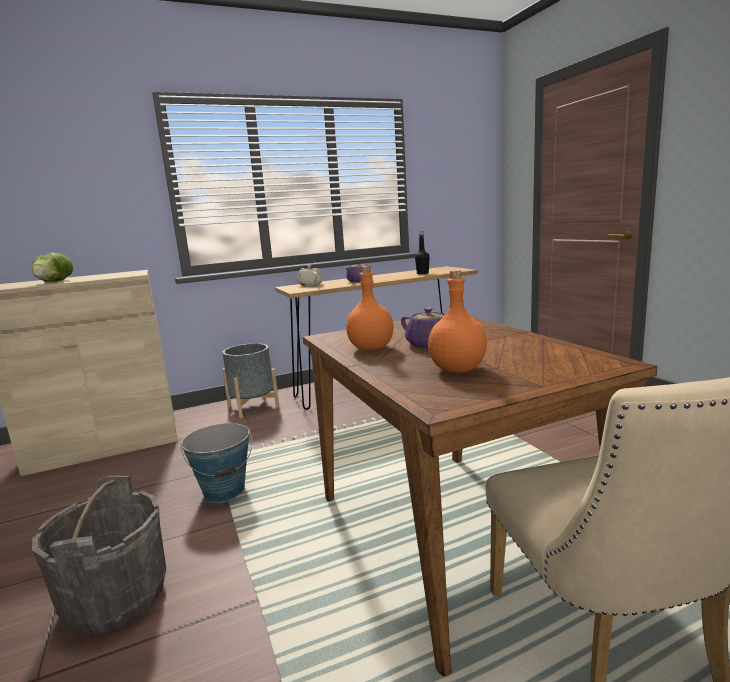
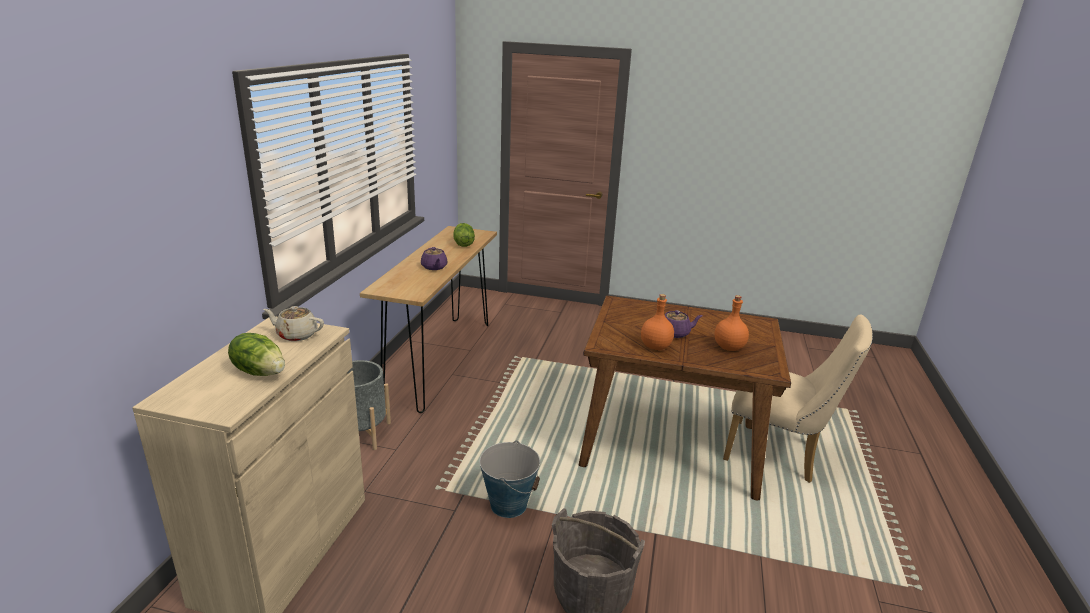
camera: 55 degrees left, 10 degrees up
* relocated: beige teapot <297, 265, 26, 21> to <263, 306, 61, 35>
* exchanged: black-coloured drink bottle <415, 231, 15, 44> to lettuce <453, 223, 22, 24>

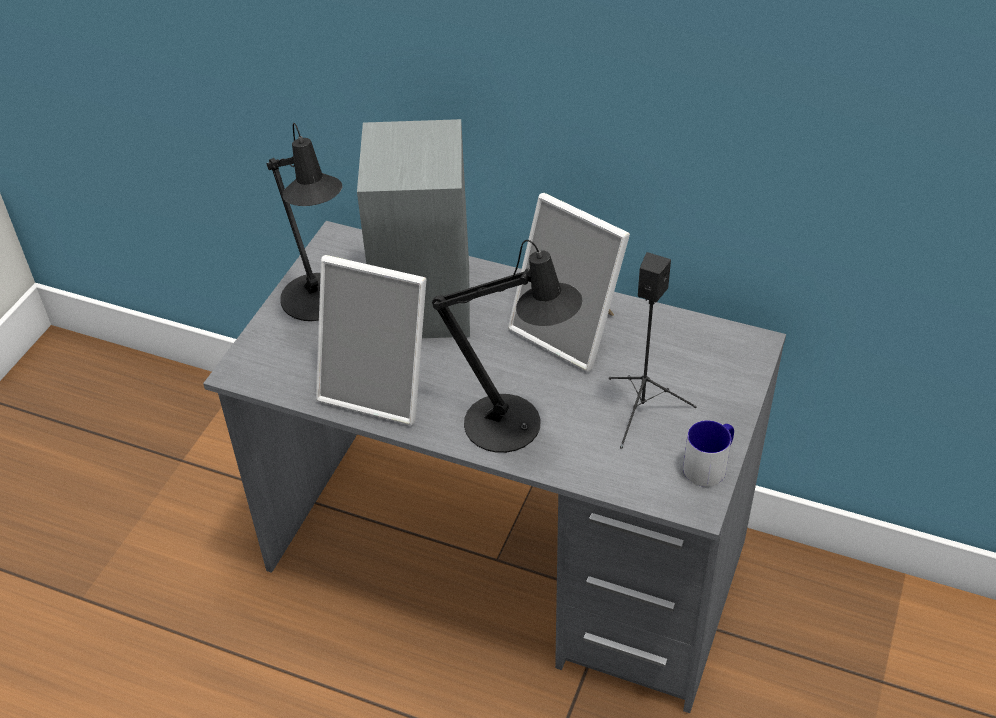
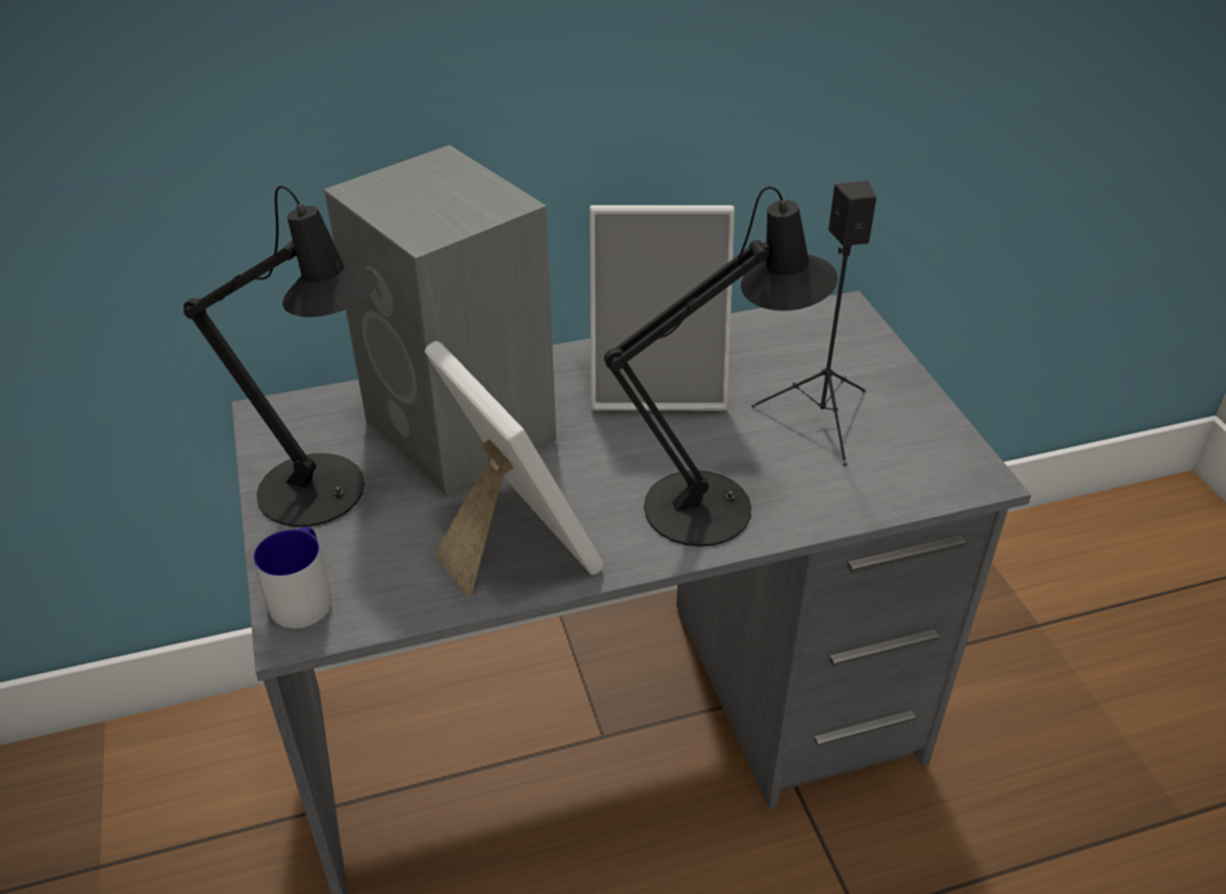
camera: 40 degrees left, 5 degrees down
* relocated: coffee mug <683, 420, 51, 67> to <254, 527, 78, 102>
* spun: photo frame <316, 255, 110, 170> = <424, 341, 180, 257> 105 degrees counterclockwise

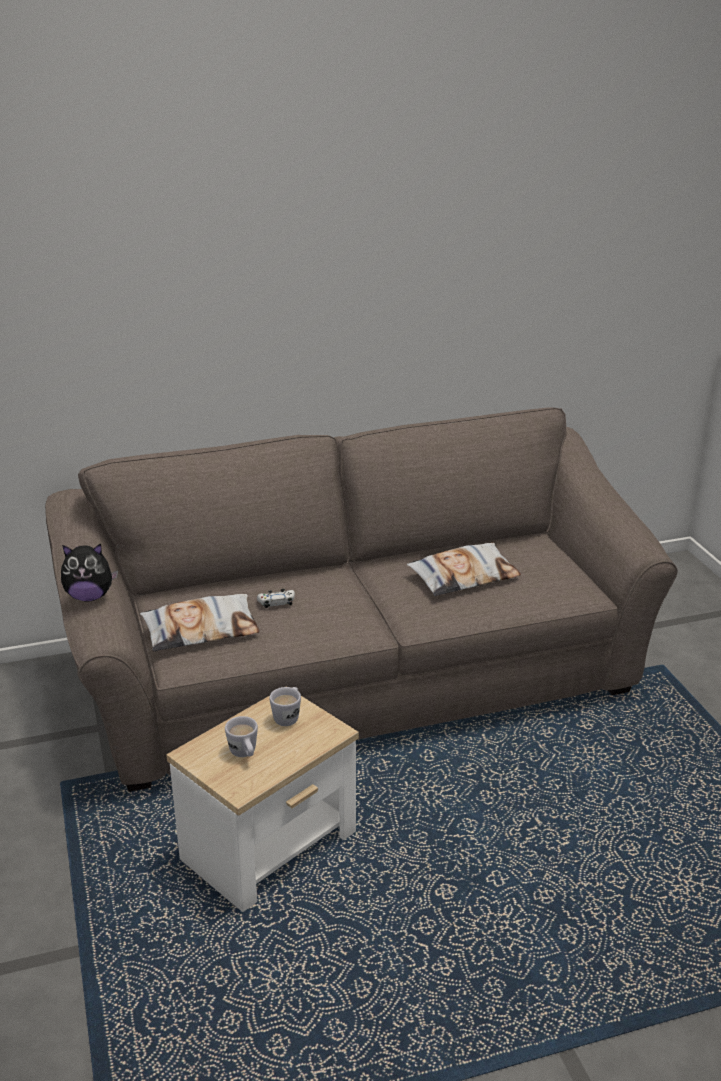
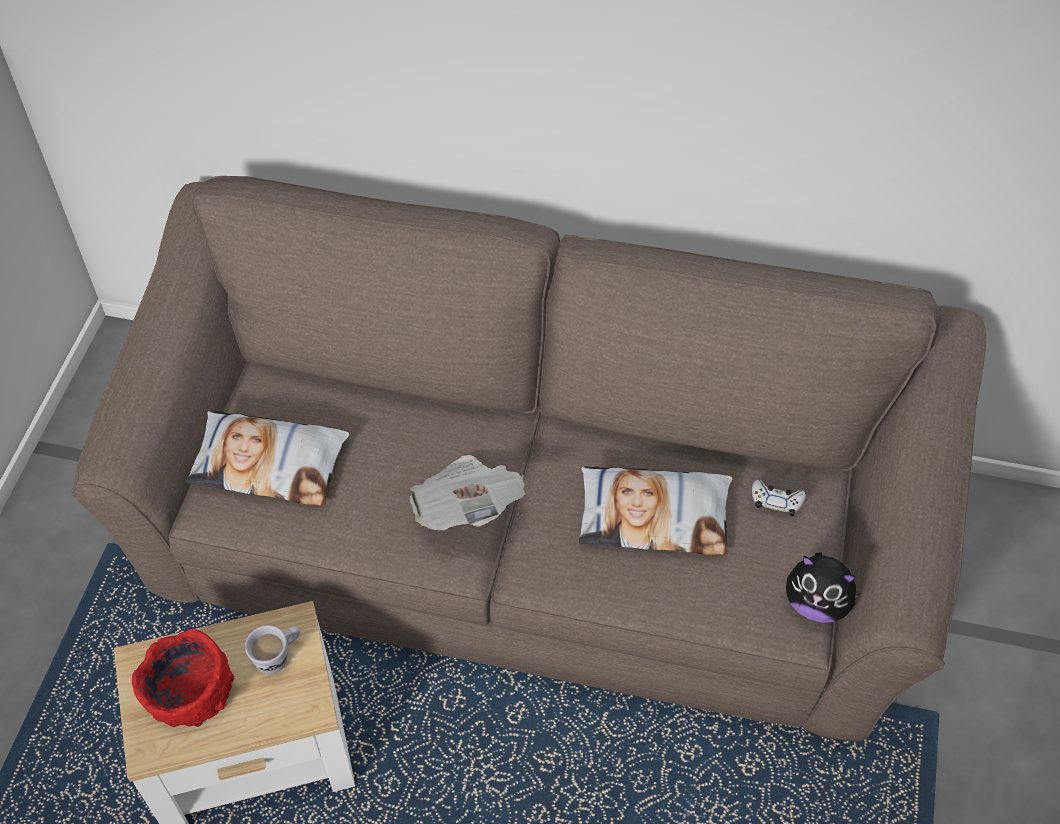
camera: 30 degrees right, 25 degrees up
* exchanged: white-coloured coffee mug <225, 716, 33, 41> to reddish serving bowl <132, 629, 103, 98>
* appeared: newspaper <409, 455, 116, 75>
* relocated: white-coloured gamepad <257, 589, 38, 19> to <752, 480, 54, 37>
* relocated: plush toy <61, 544, 57, 58> to <786, 552, 76, 71>

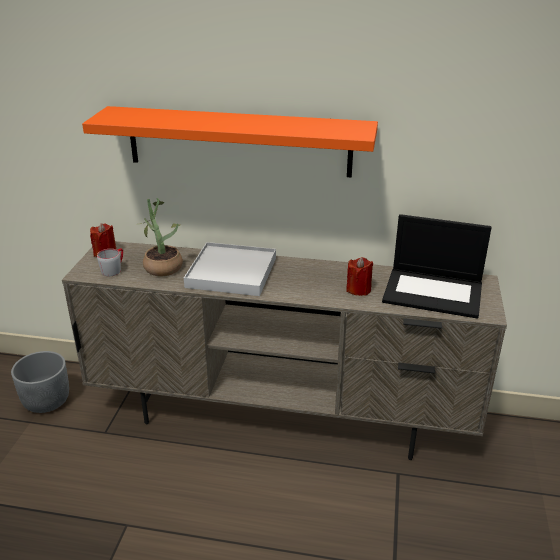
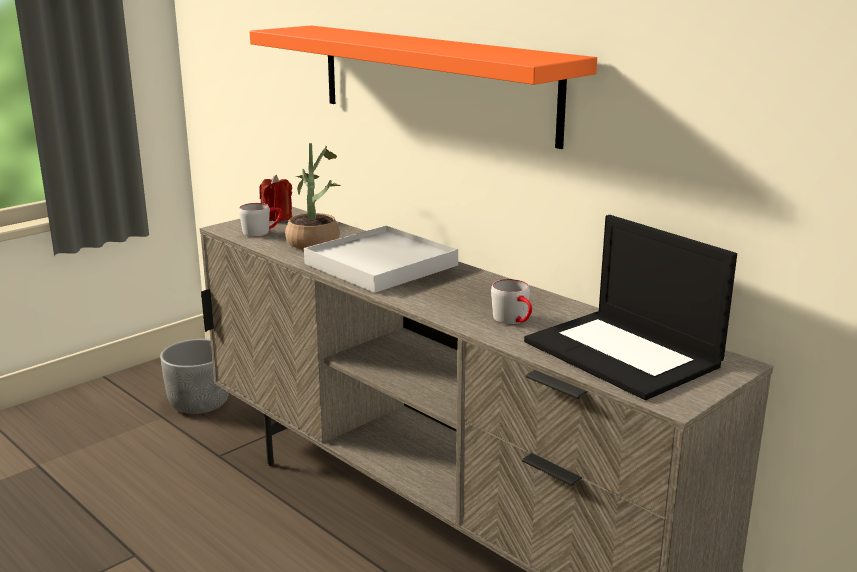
camera: 35 degrees right, 10 degrees down
* exchanged: reddish wax candle <346, 257, 27, 39> to greyish coffee mug <491, 279, 41, 45>

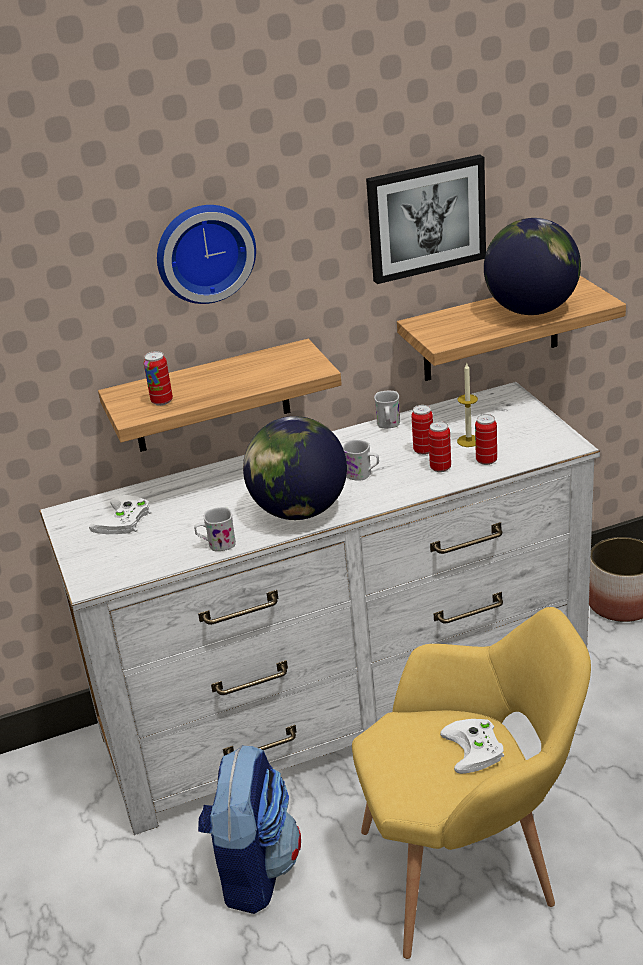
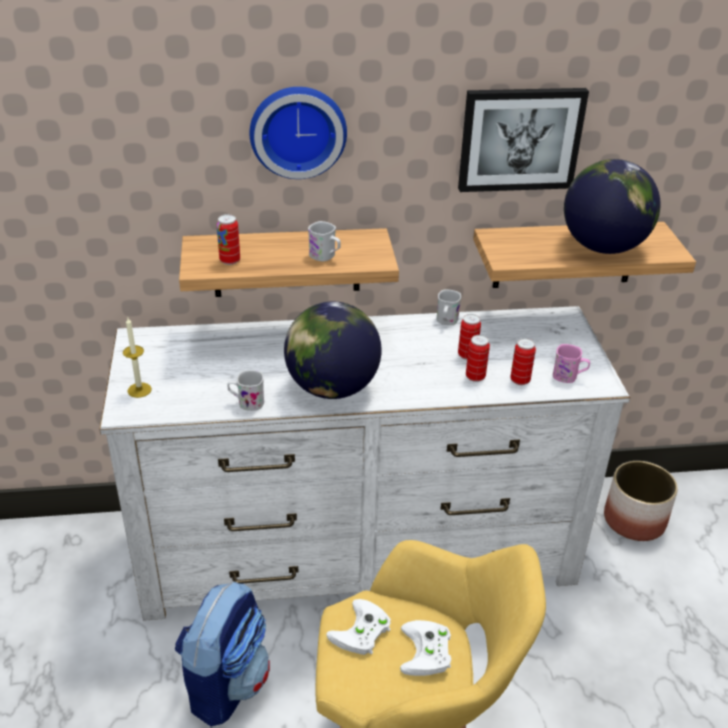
camera: 10 degrees right, 5 degrees up
* relocated: wax candle <457, 363, 21, 84> to <123, 318, 29, 80>
* relocated: white-coloured coffee mug <343, 440, 36, 40> to <308, 221, 33, 40>
* relocated: white-coloured gamepad <89, 495, 62, 39> to <326, 599, 65, 56>
* appeared: pink-coloured coffee mug <553, 344, 37, 39>

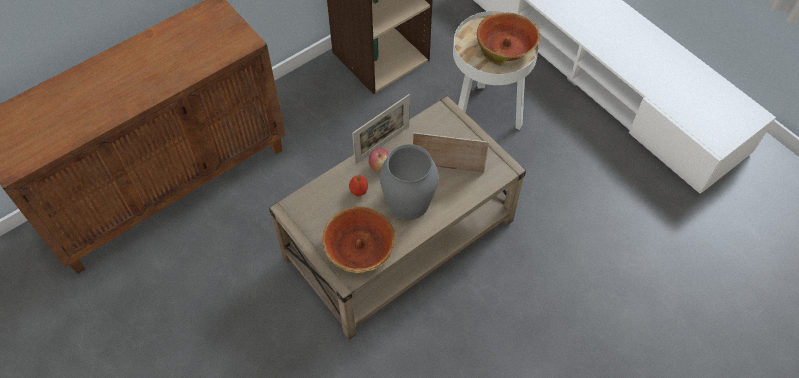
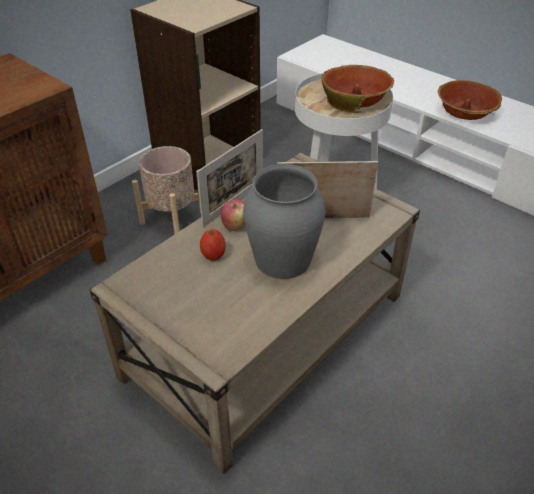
camera: 10 degrees left, 15 degrees down
* appeared: beige plant pot <132, 146, 69, 88>
* relocated: serving bowl <322, 206, 73, 67> to <438, 80, 64, 40>

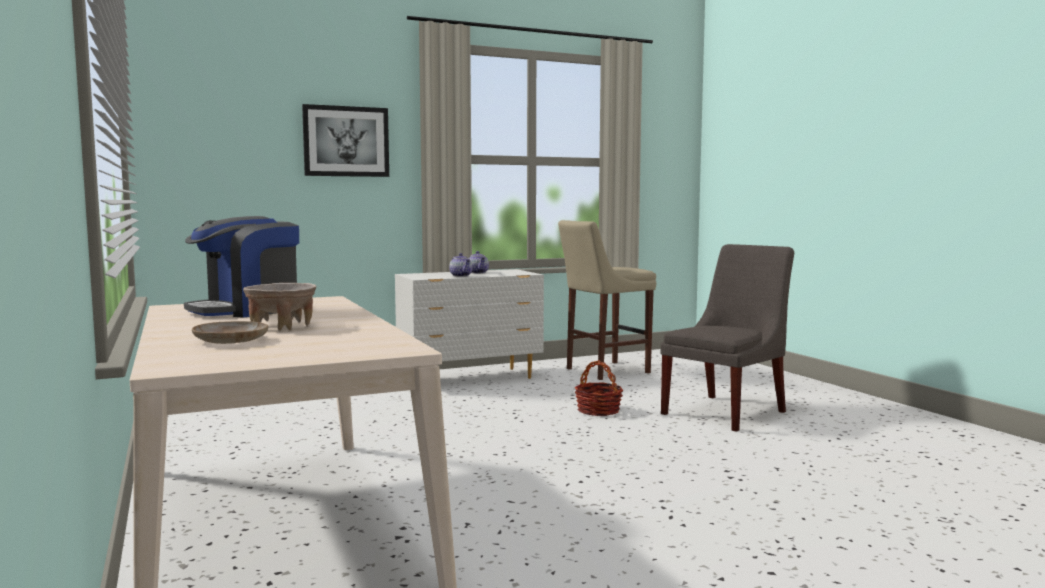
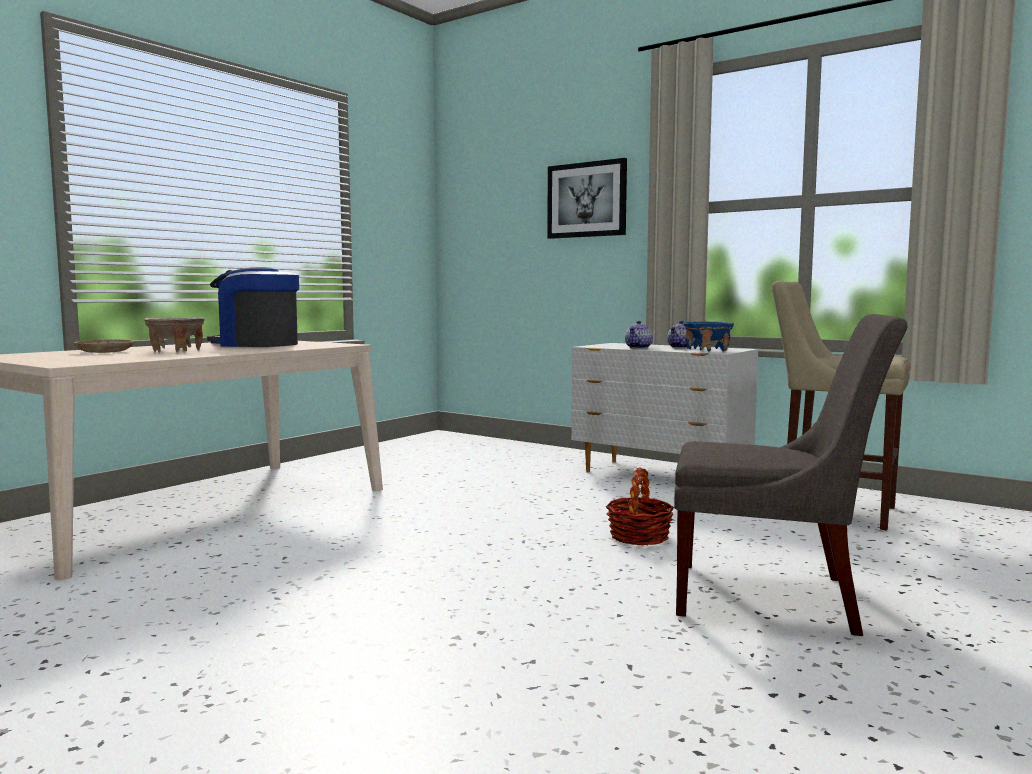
camera: 60 degrees right, 0 degrees up
* appeared: blue serving bowl <683, 321, 51, 30>

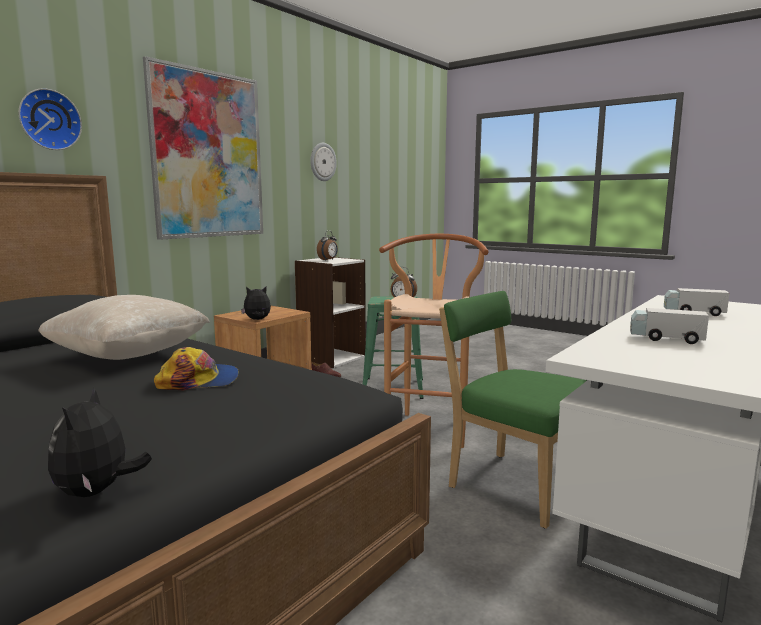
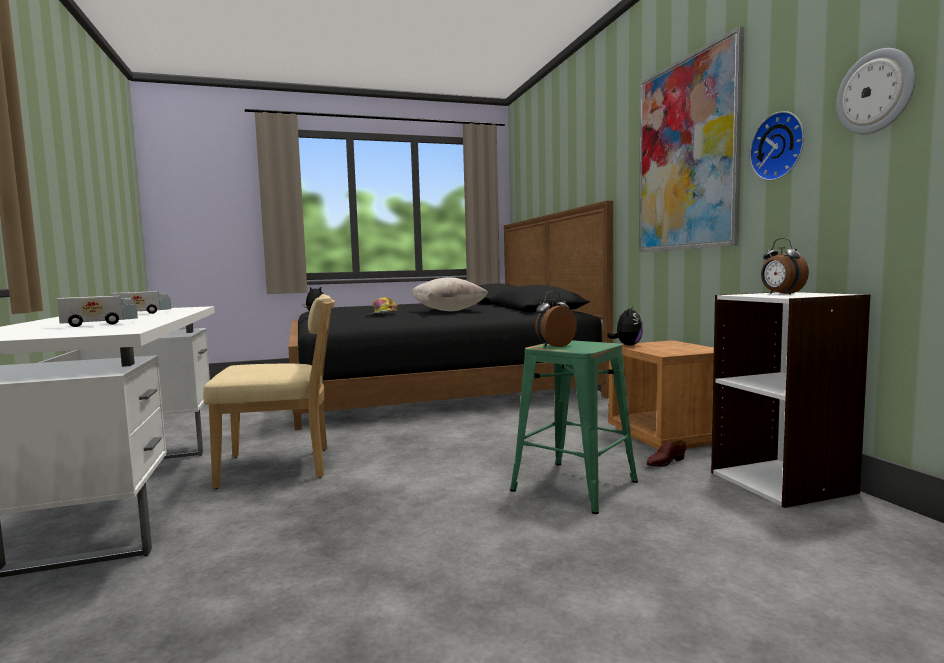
camera: 125 degrees right, 5 degrees down
* colour: green chair <439, 291, 148, 238> to beige chair <203, 294, 132, 195>
* relocated: hanging clock <19, 88, 63, 62> to <750, 111, 54, 70>
* missing: brown stool <379, 234, 110, 214>

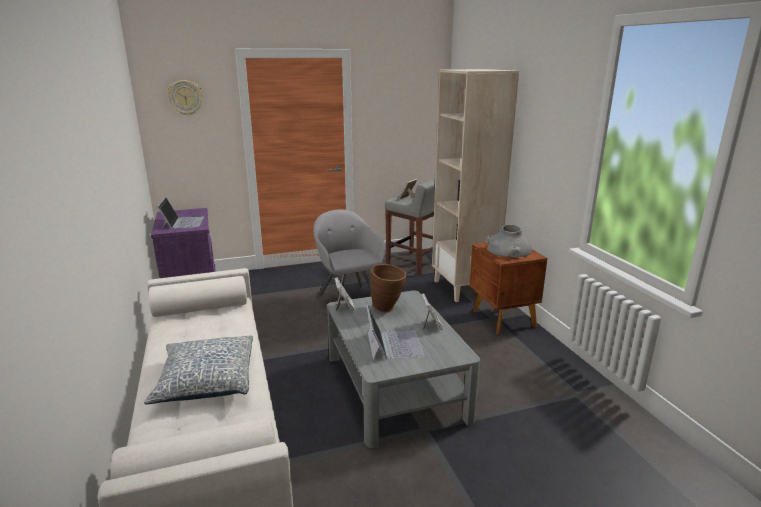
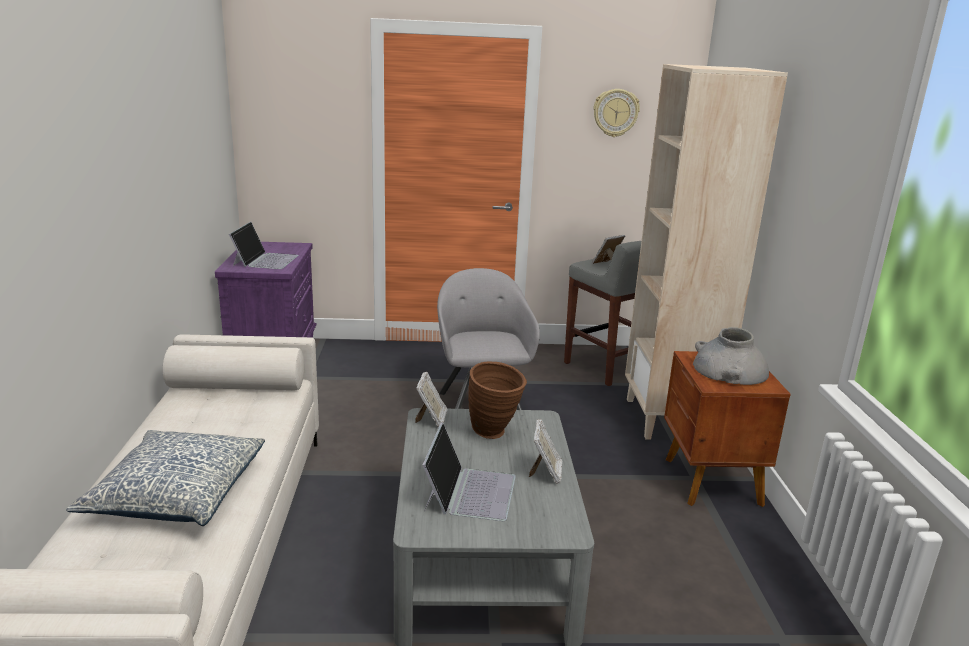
camera: 15 degrees right, 0 degrees up
* relocated: hanging clock <167, 80, 36, 36> to <593, 89, 47, 48>

